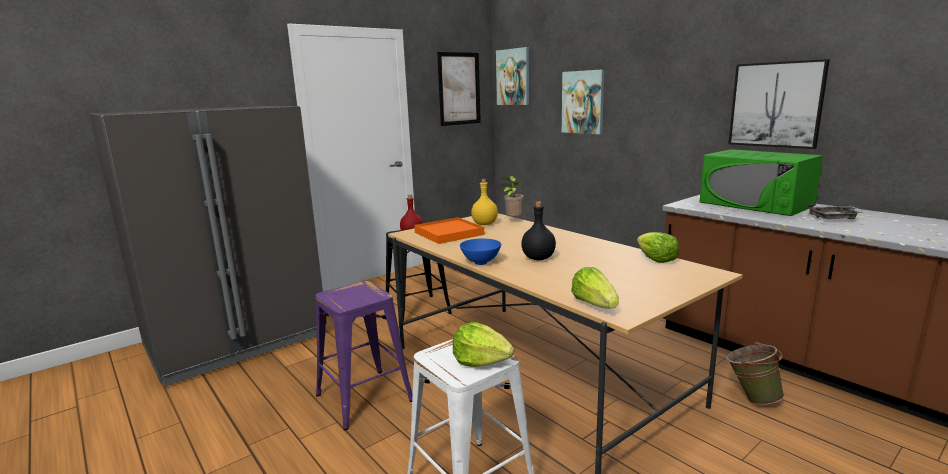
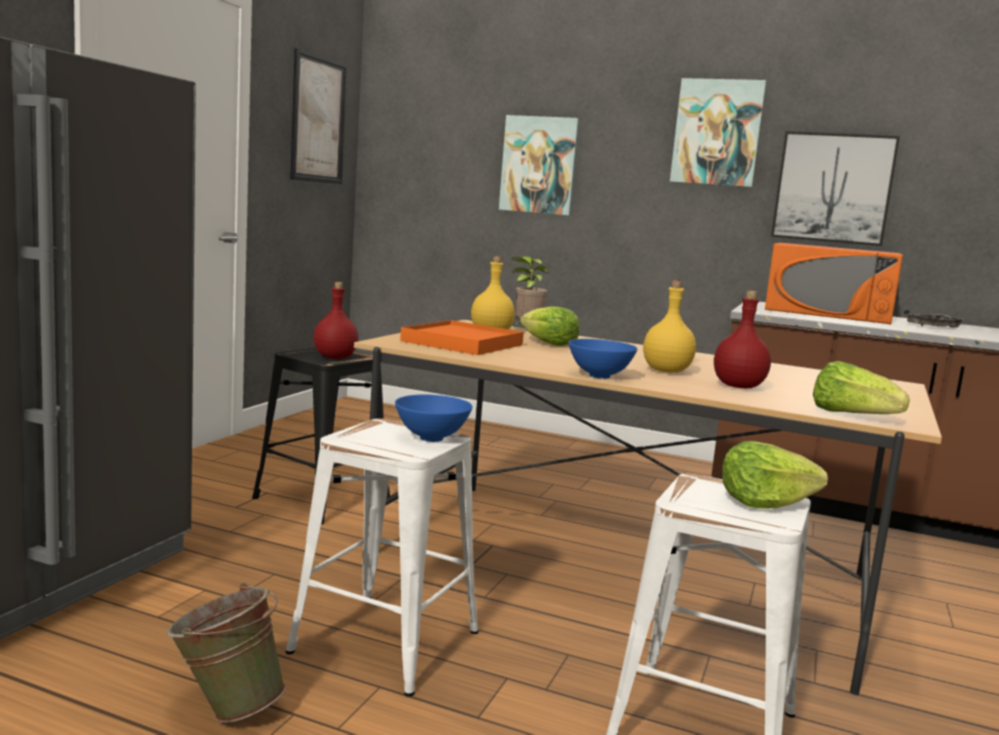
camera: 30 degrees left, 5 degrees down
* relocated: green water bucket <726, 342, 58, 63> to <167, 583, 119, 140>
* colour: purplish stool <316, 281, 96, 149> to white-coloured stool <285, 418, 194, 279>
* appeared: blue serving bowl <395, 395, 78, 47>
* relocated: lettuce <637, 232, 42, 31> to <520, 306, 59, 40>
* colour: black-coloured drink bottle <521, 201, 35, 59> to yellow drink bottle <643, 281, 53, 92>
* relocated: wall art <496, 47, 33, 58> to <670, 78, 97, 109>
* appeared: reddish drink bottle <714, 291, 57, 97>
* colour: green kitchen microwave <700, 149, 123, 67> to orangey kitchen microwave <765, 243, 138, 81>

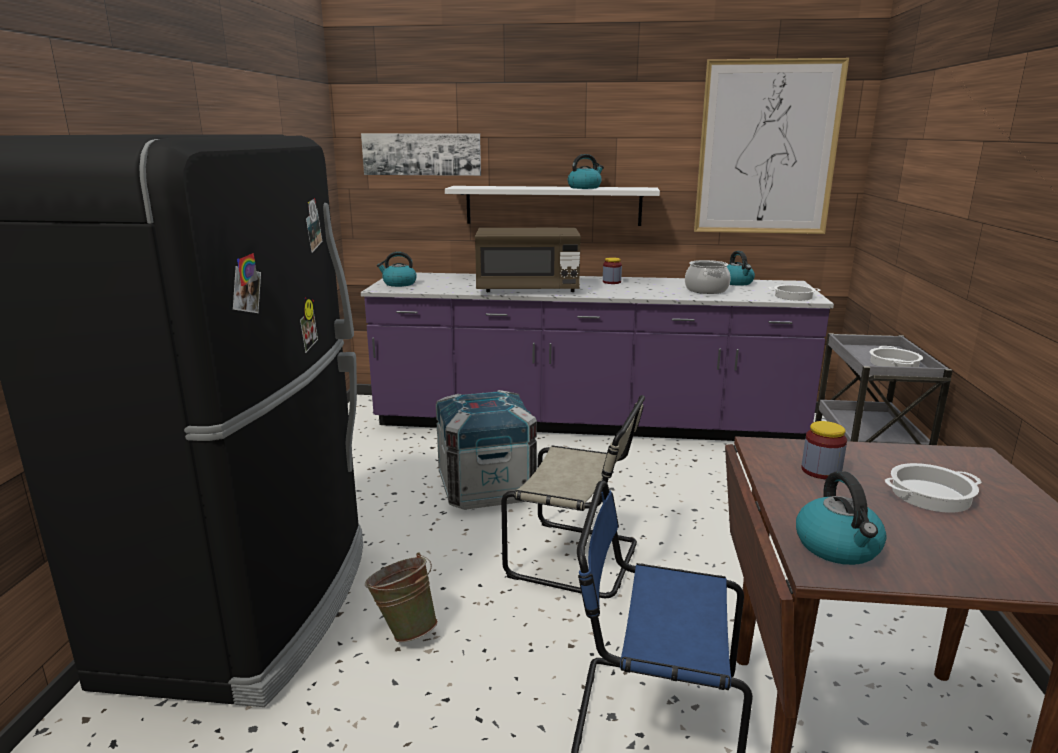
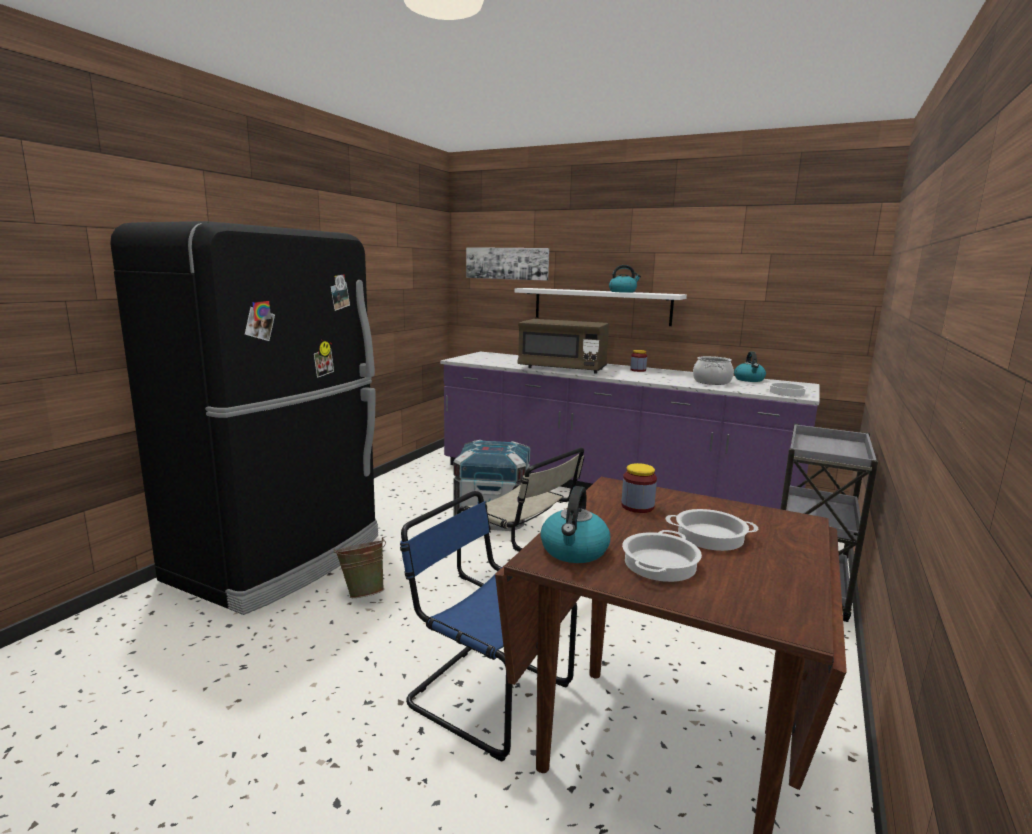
camera: 20 degrees right, 5 degrees down
* relocated: cooking pot <870, 346, 53, 21> to <622, 530, 80, 52>
* missing: kettle <377, 252, 40, 35>
* missing: wall art <694, 58, 155, 176>

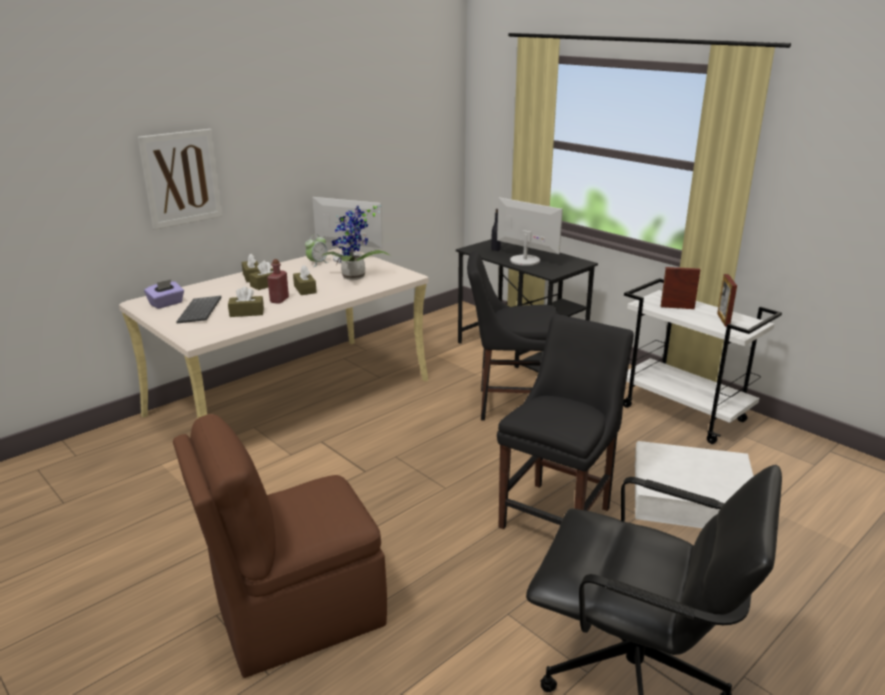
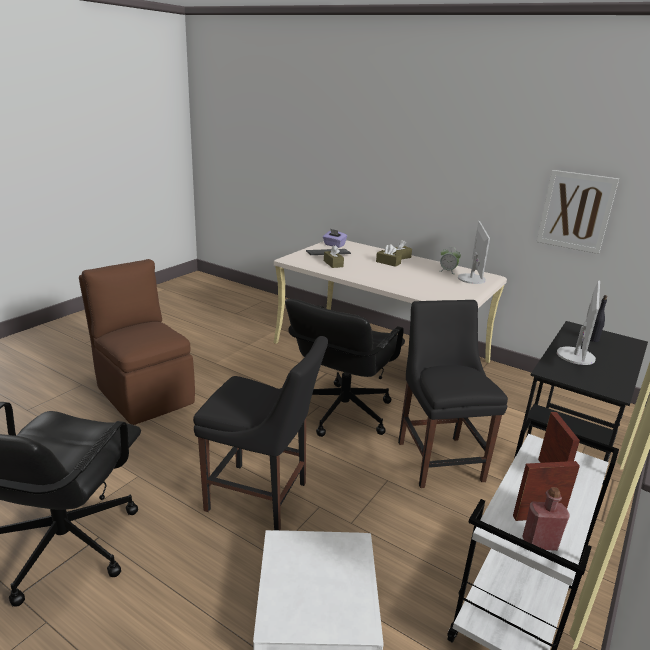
camera: 75 degrees right, 0 degrees up
* appeared: black-coloured computer chair <285, 299, 120, 138>
* relocated: reddish drink bottle <267, 259, 22, 45> to <522, 487, 47, 64>
* relocated: wall art <138, 129, 85, 101> to <537, 170, 82, 84>
* missing: brown tissue box <293, 265, 24, 30>
* missing: plant in a pot <321, 205, 70, 75>

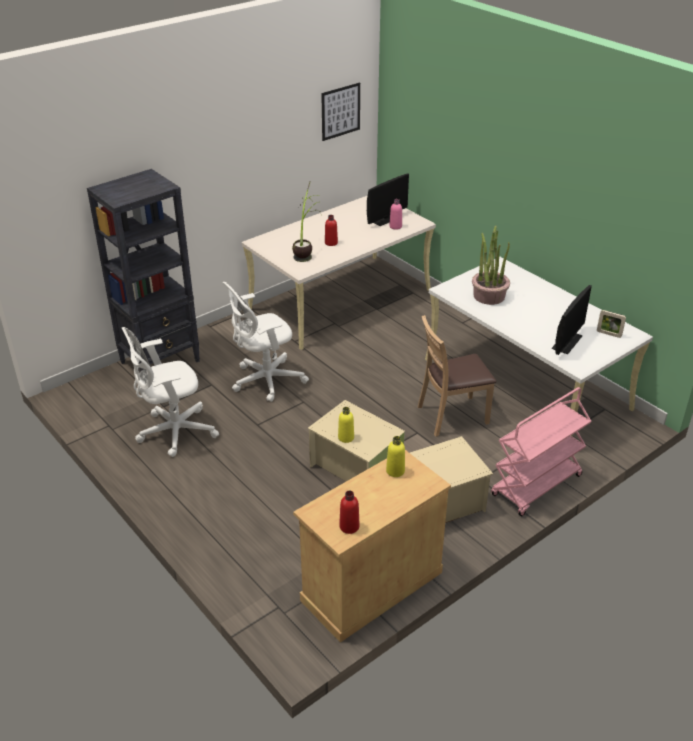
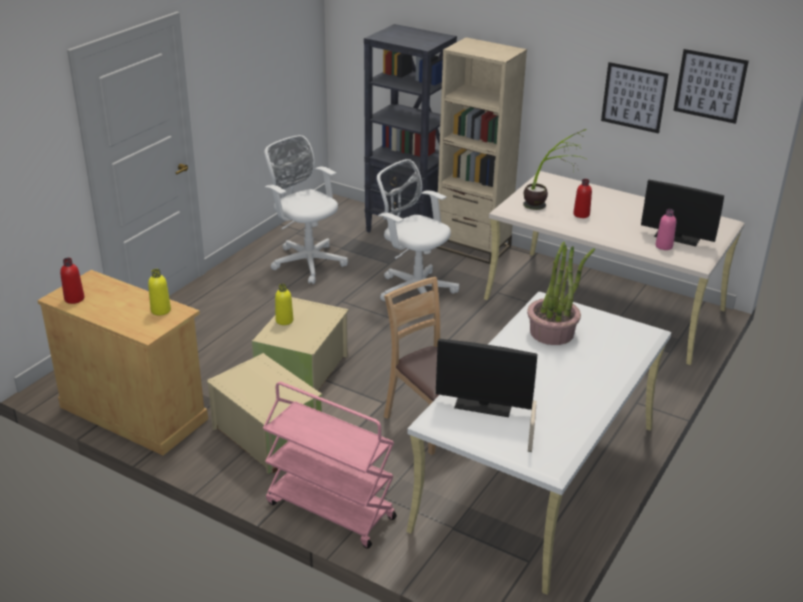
camera: 70 degrees right, 5 degrees down
* appeared: beige shelving unit <436, 37, 91, 227>
* appeared: wall art <601, 62, 67, 72>

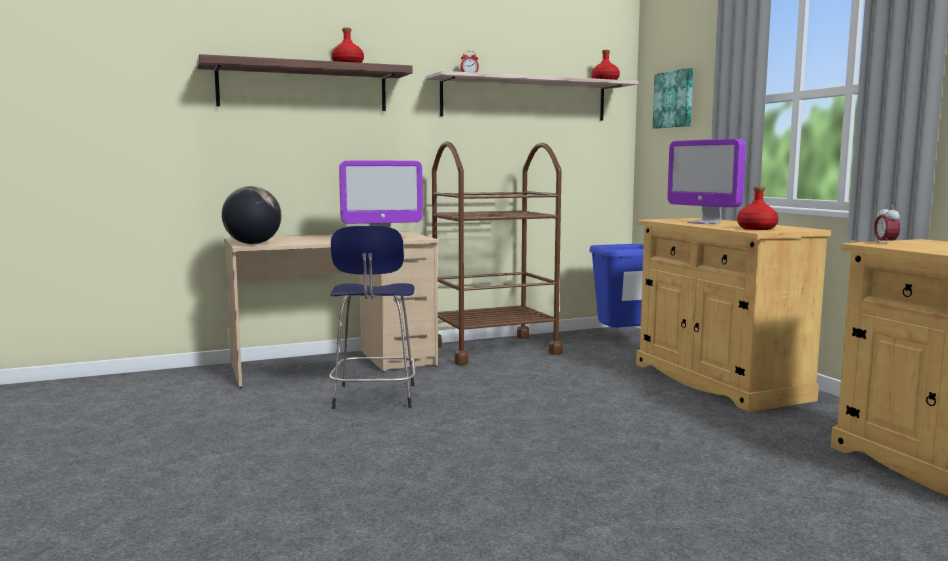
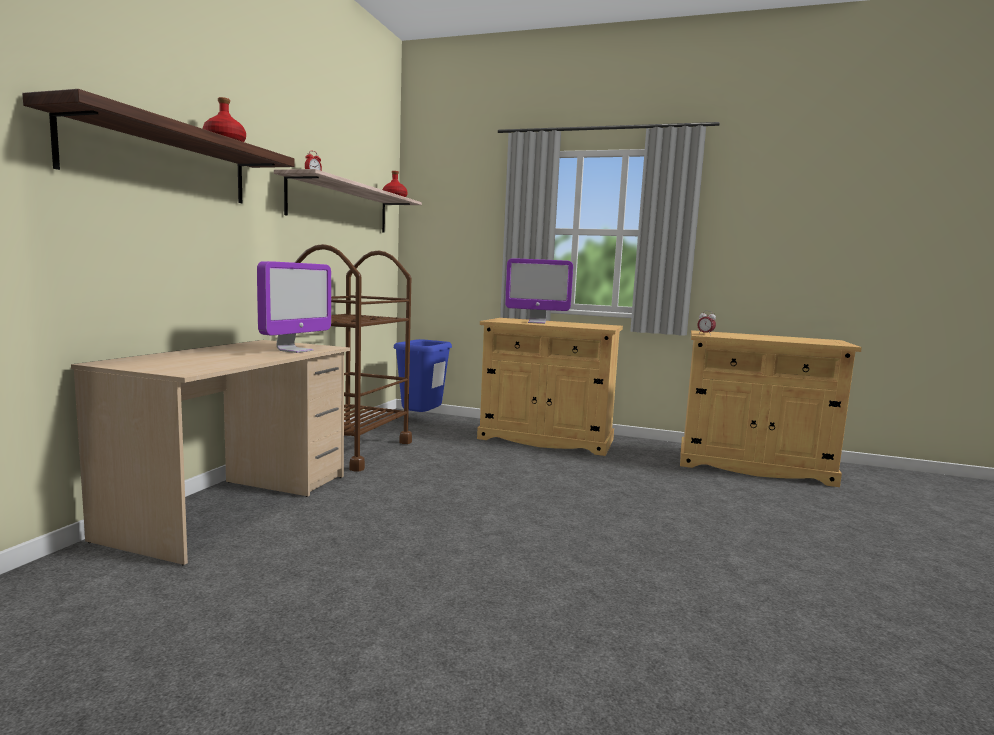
camera: 50 degrees left, 0 degrees up
* missing: globe <222, 186, 59, 58>
* missing: blue stool <329, 226, 87, 183>
* missing: wall art <653, 68, 40, 61>
* missing: reddish drink bottle <737, 187, 42, 43>

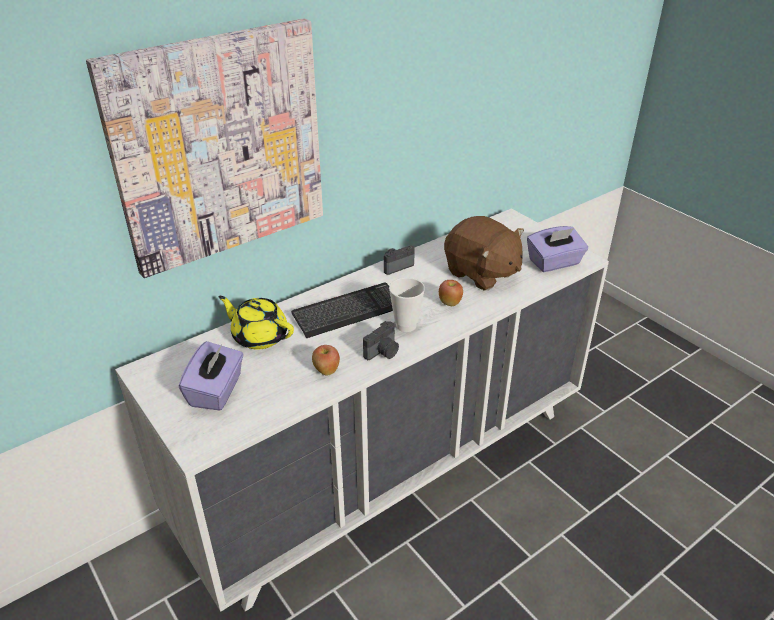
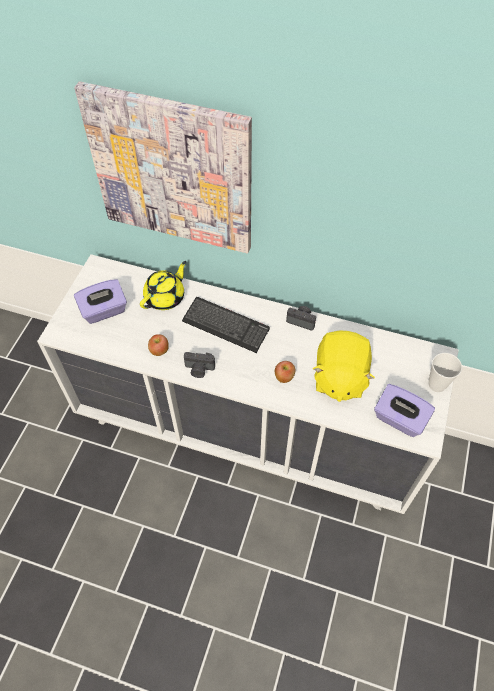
camera: 55 degrees right, 20 degrees up
* spun: yellow teapot <218, 296, 76, 53> = <140, 261, 46, 49> 45 degrees clockwise
* colour: brown plush toy <444, 216, 80, 75> to yellow plush toy <313, 330, 62, 72>
* relocated: cup <389, 278, 36, 54> to <429, 353, 33, 39>

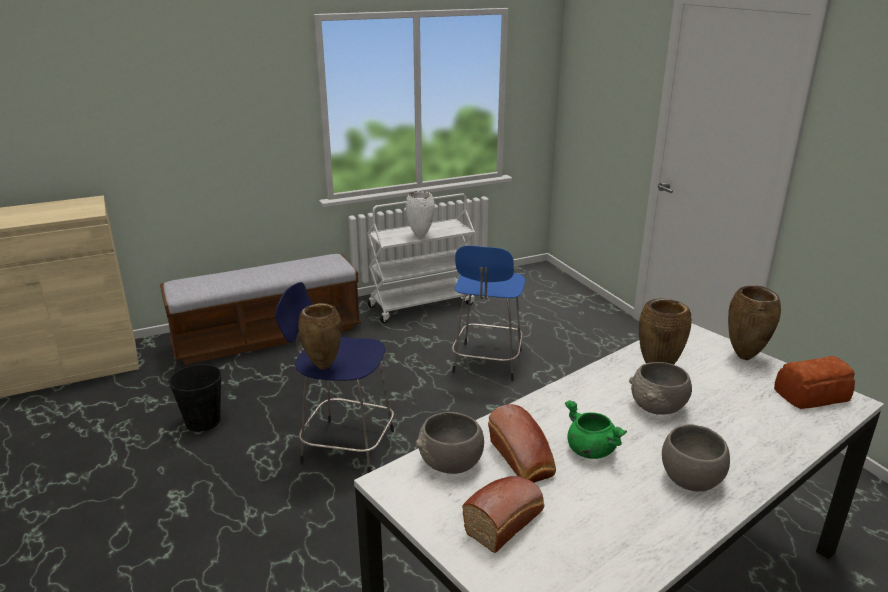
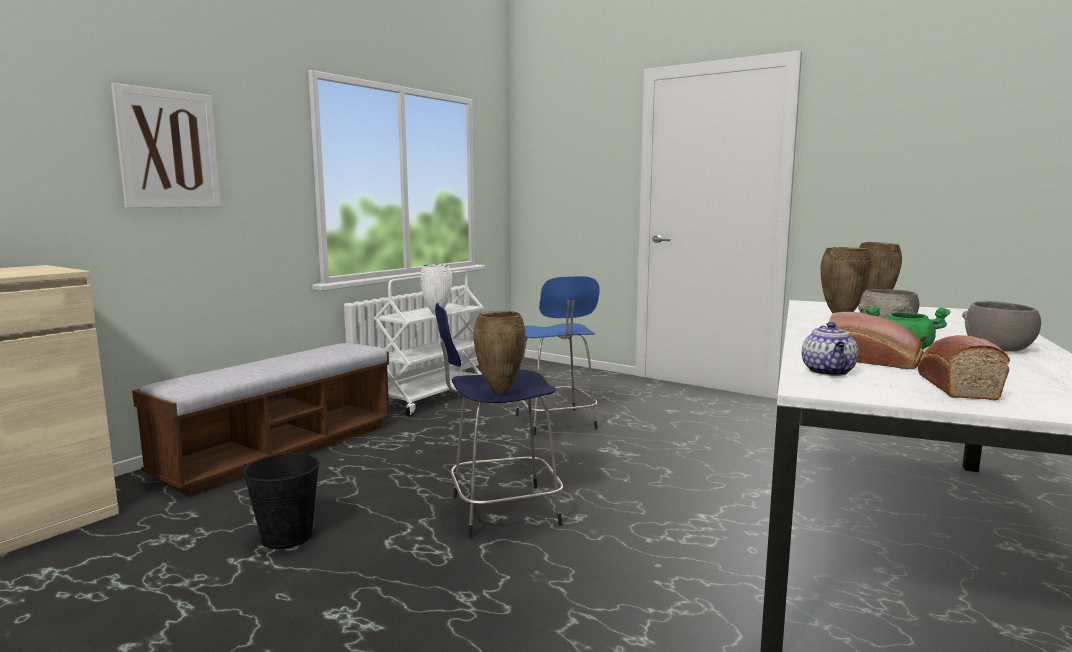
camera: 30 degrees left, 15 degrees down
* appeared: wall art <111, 83, 110, 125>
* exchanged: greyish serving bowl <416, 412, 68, 62> to teapot <802, 322, 57, 54>
* missing: baked bread <774, 356, 81, 53>

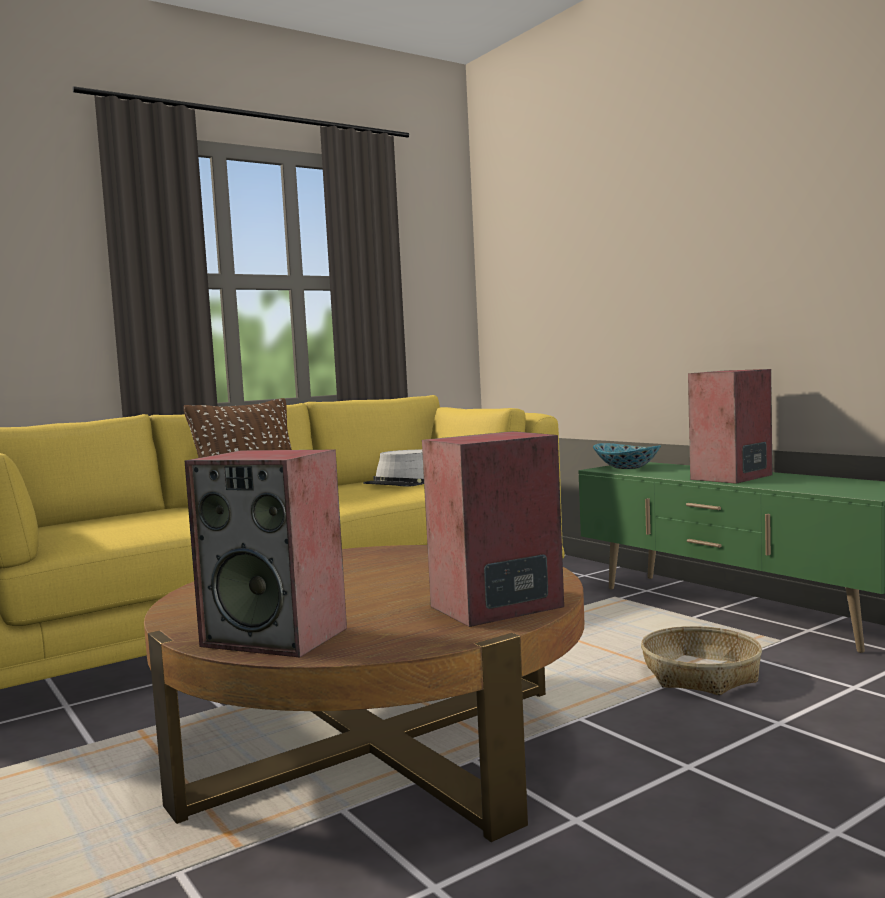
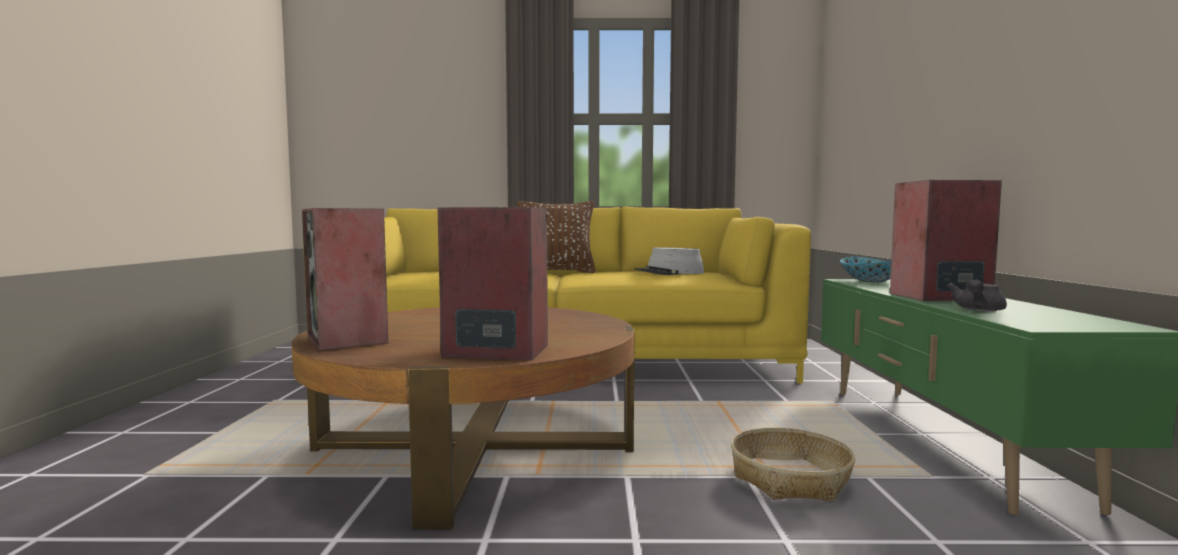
camera: 35 degrees right, 0 degrees up
* appeared: greyish teapot <947, 279, 60, 33>

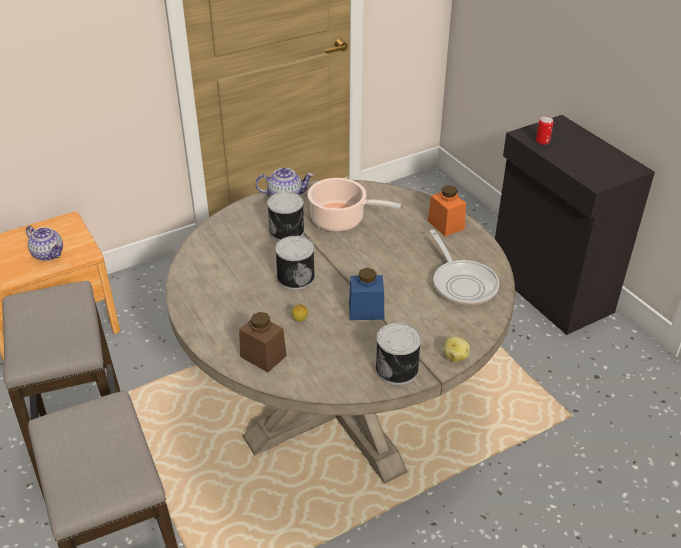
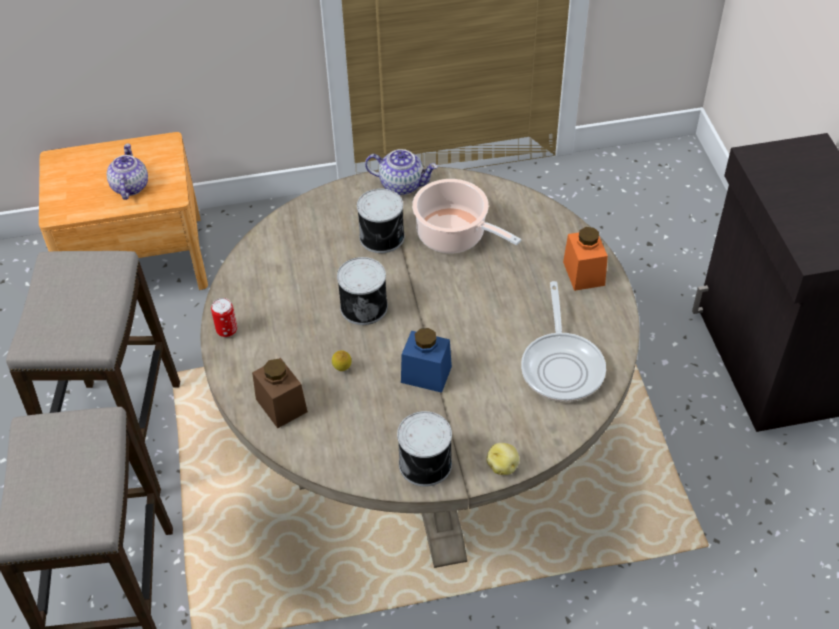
camera: 20 degrees right, 10 degrees up
* spun: teapot <26, 226, 37, 35> = <107, 144, 41, 56> 150 degrees counterclockwise
* relocated: can <536, 116, 17, 29> to <211, 298, 26, 39>

